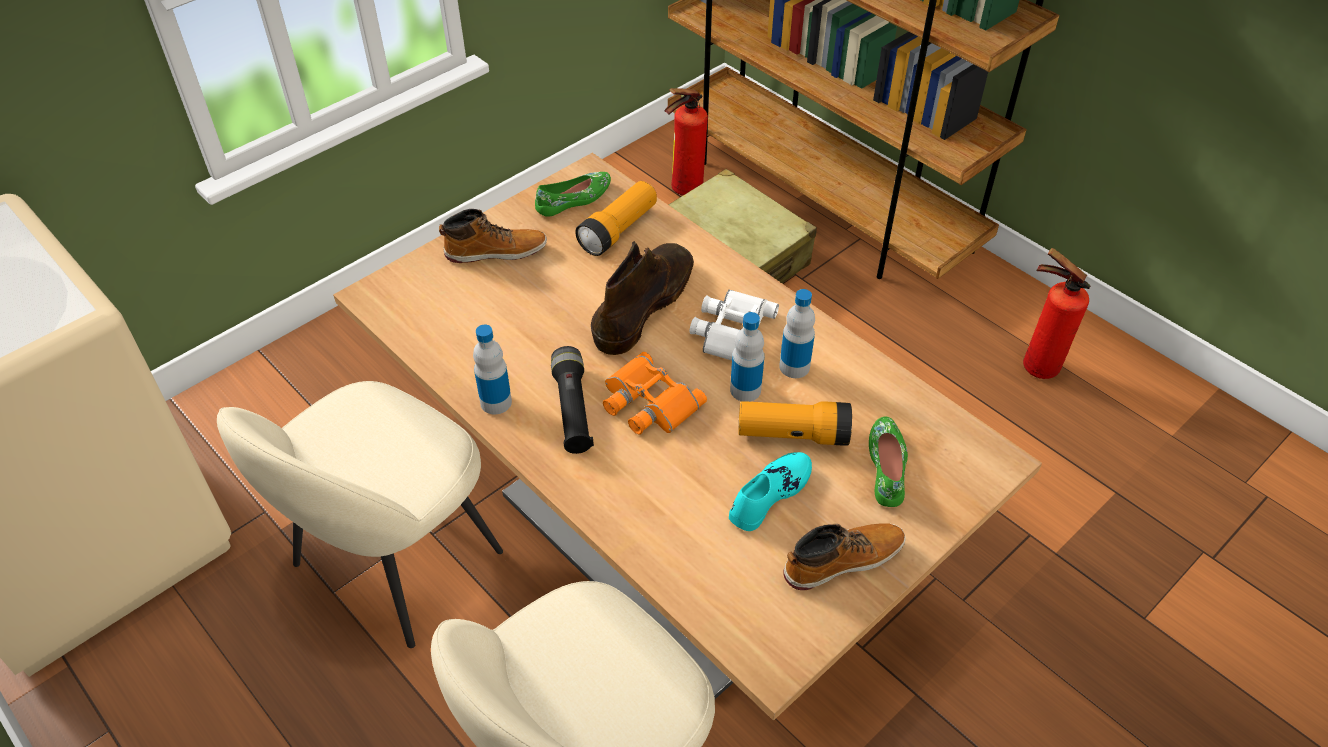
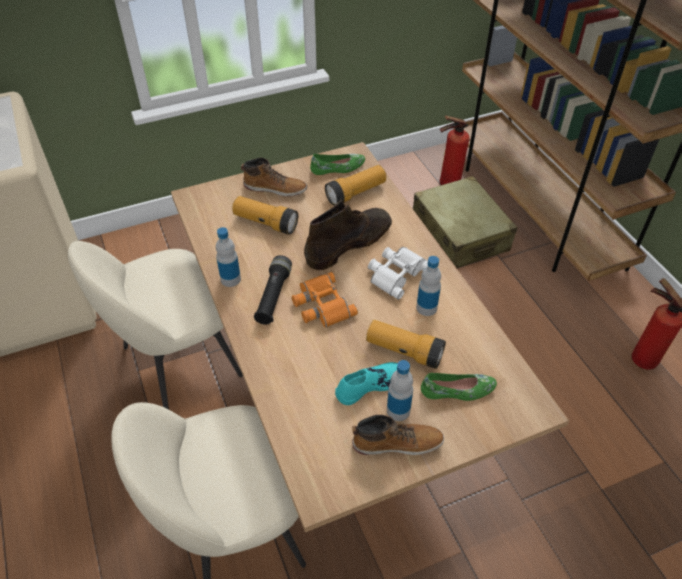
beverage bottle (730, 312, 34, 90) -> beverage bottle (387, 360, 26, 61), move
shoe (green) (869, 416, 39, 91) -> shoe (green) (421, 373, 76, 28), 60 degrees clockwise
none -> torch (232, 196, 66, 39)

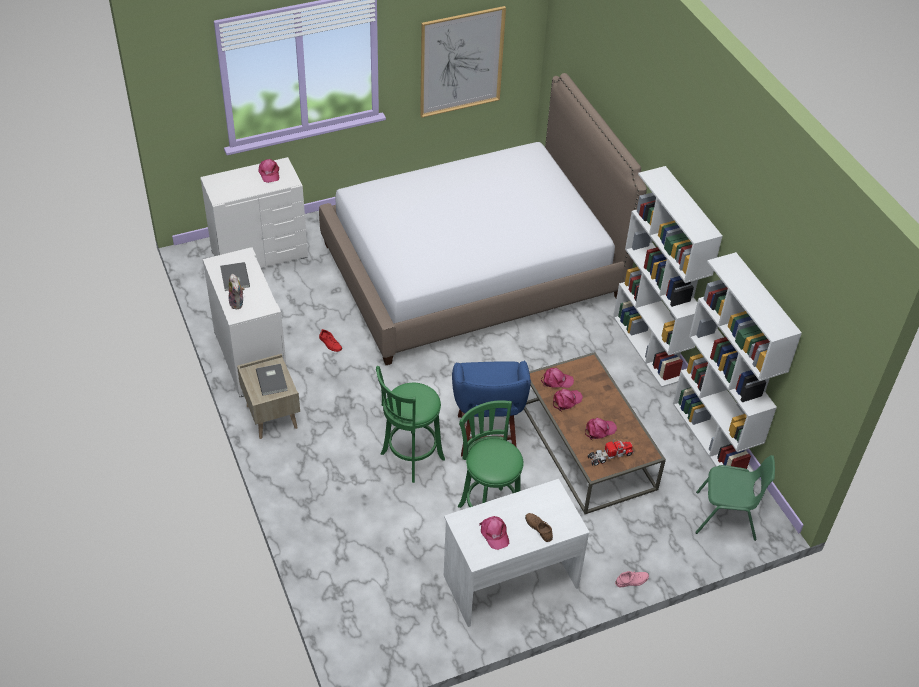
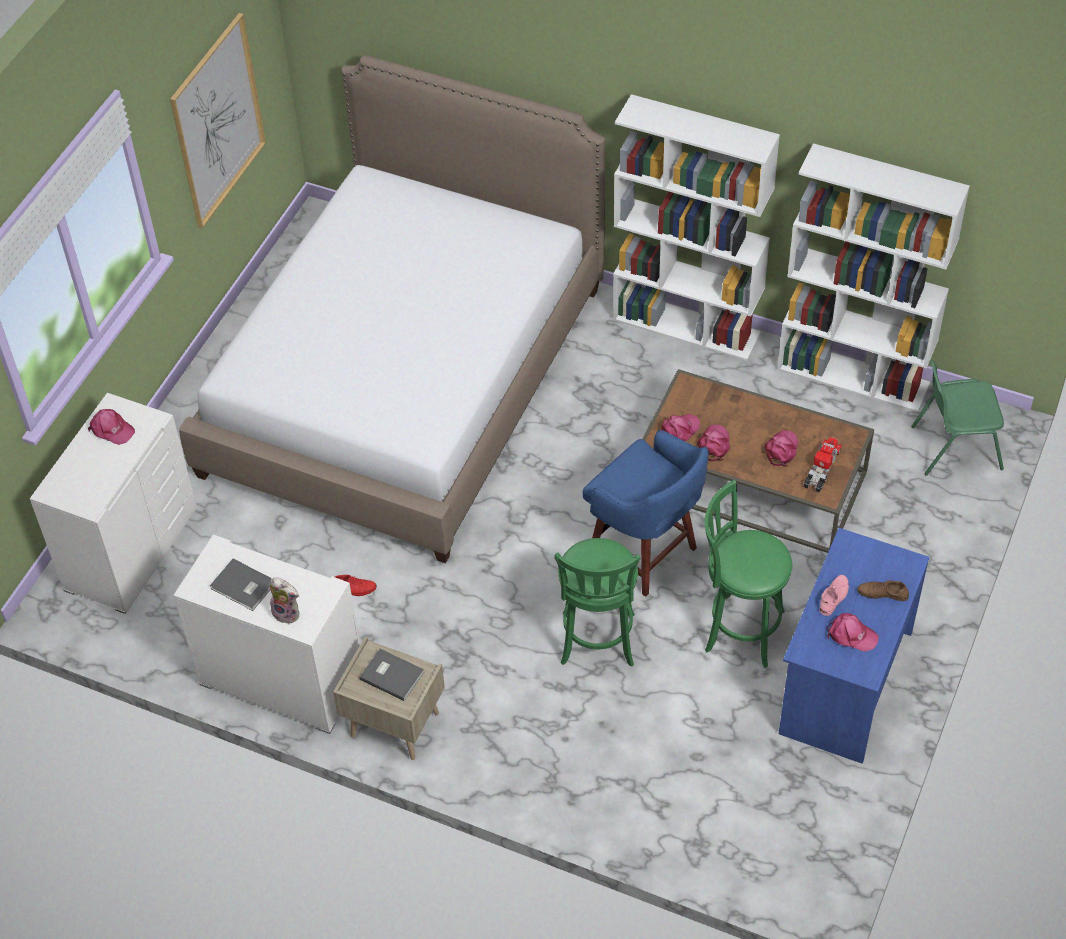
desk table (whitish) (444, 479, 146, 148) -> desk table (blue) (779, 528, 151, 236)
shoe (pinkish) (615, 571, 34, 16) -> shoe (pinkish) (819, 575, 30, 41), move
chair (green) (695, 455, 80, 86) -> chair (green) (911, 361, 93, 115), 150 degrees counterclockwise

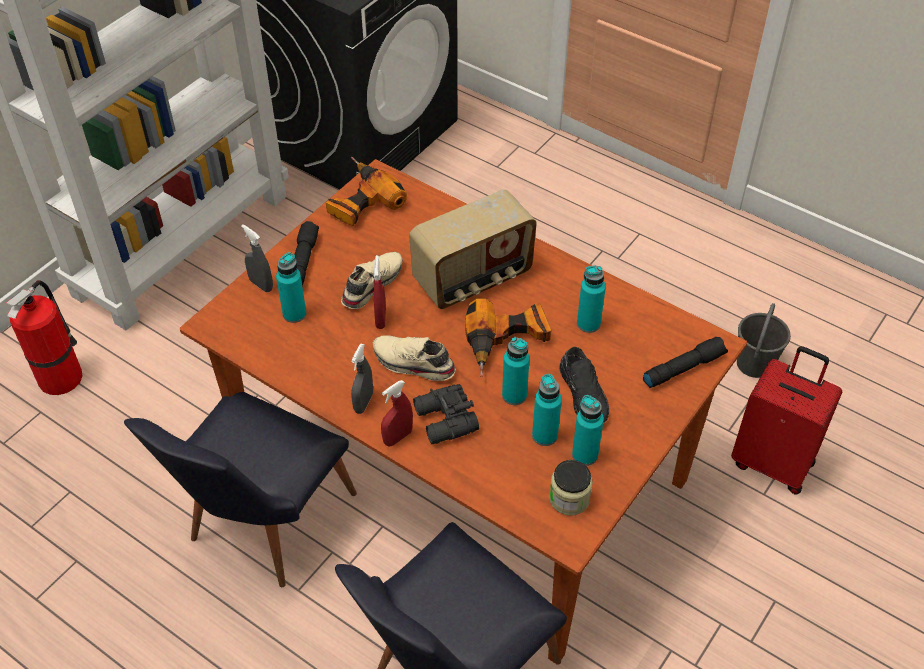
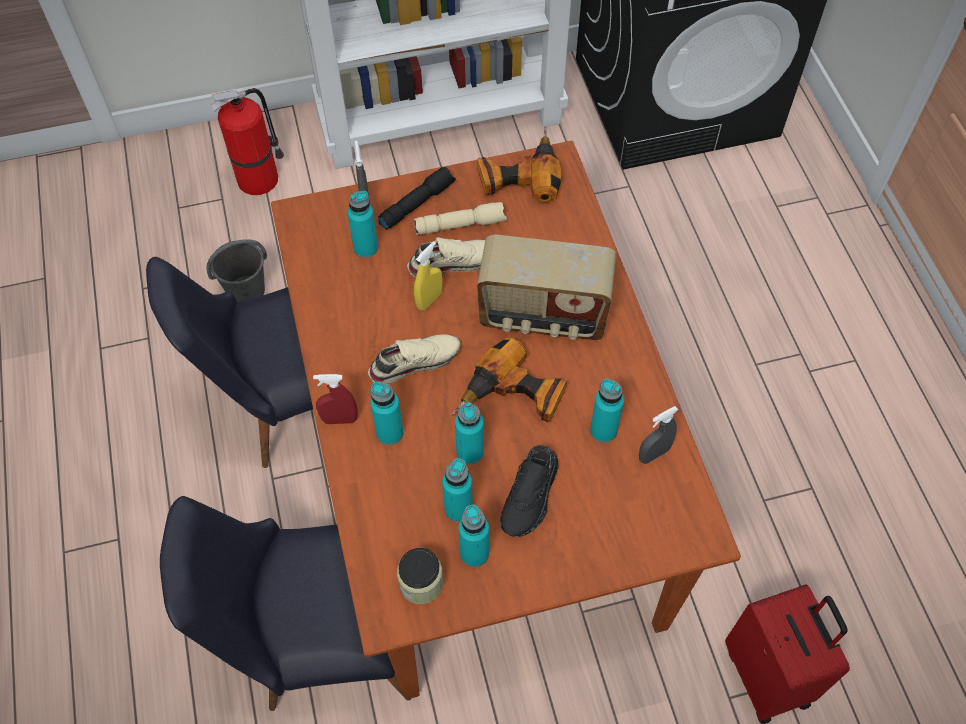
spray bottle (grey) (351, 344, 22, 70) -> spray bottle (grey) (639, 406, 39, 58), move
shoe (beige-coloured) (373, 336, 83, 45) -> shoe (beige-coloured) (368, 334, 92, 50), 90 degrees clockwise
spray bottle (red) (374, 255, 12, 74) -> spray bottle (yellowish) (414, 241, 29, 69)
binoculars (black) (413, 384, 66, 60) -> beverage bottle (turquoise) (370, 382, 34, 63)
torch (black) (643, 337, 85, 51) -> none
pail (grey) (737, 303, 54, 75) -> pail (grey) (206, 239, 61, 64), move
none -> torch (beige-coloured) (414, 202, 93, 33)

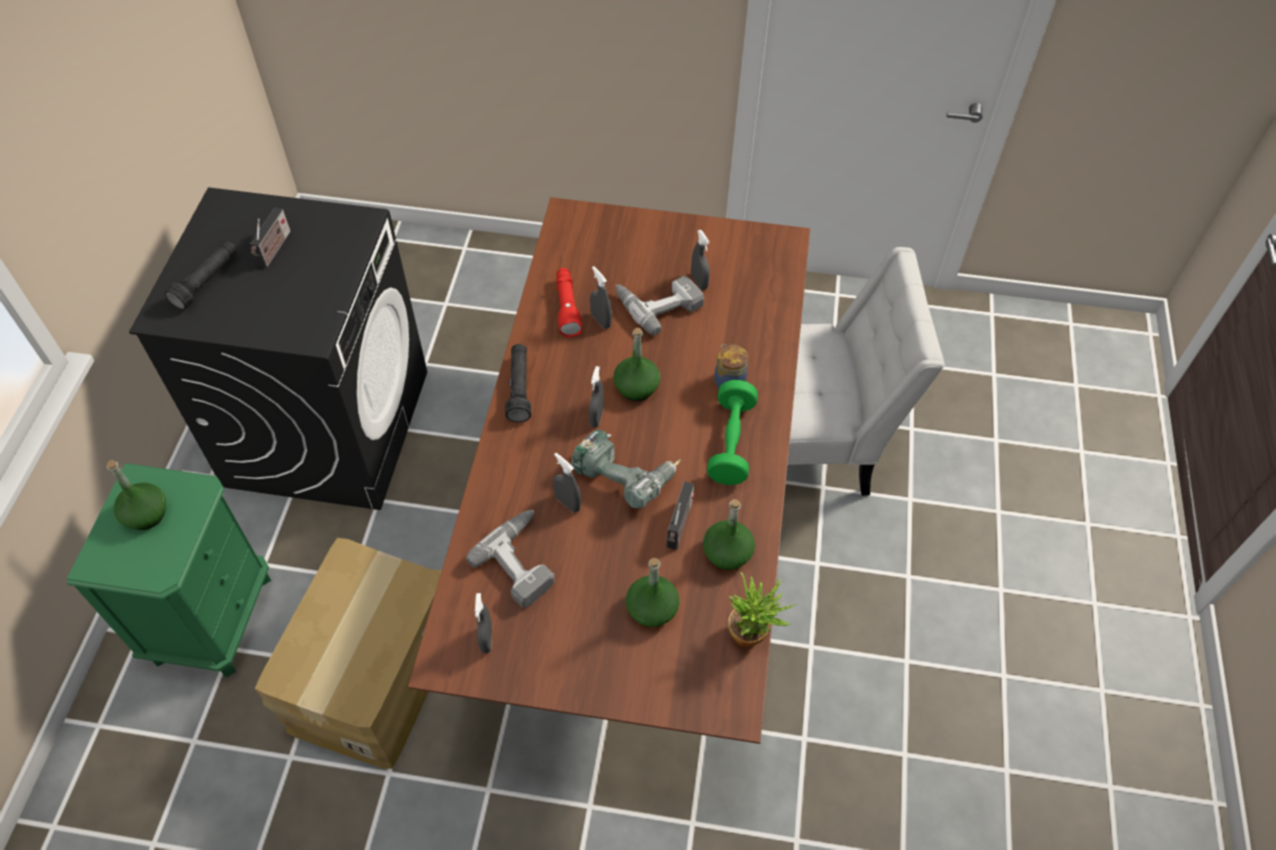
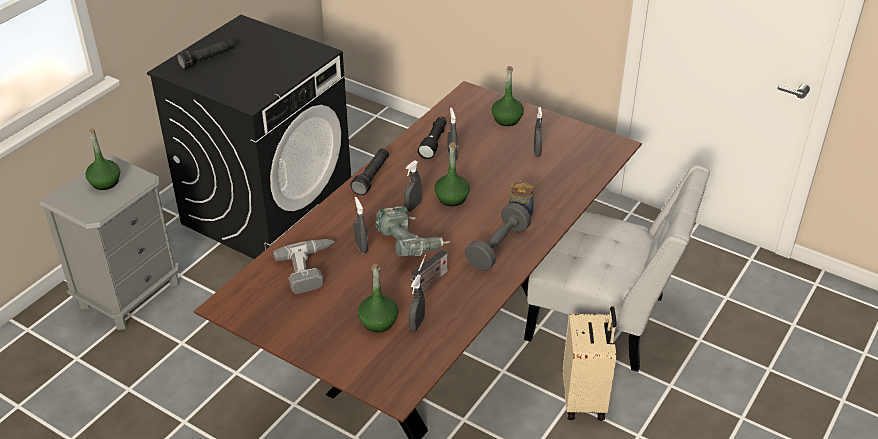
bedside table (green) (67, 463, 204, 214) -> bedside table (grey) (40, 154, 139, 176)
radio set (250, 207, 41, 60) -> none
cardboard box (255, 538, 187, 231) -> none
spray bottle (grey) (475, 593, 17, 61) -> spray bottle (grey) (409, 275, 16, 56), move
torch (red) (556, 268, 27, 70) -> torch (black) (418, 117, 29, 42)
power drill (615, 276, 89, 59) -> none
beverage bottle (green) (703, 499, 52, 71) -> beverage bottle (green) (492, 66, 32, 60), move
hand weight (green) (707, 380, 51, 105) -> hand weight (grey) (465, 203, 66, 68)
potted plant (728, 572, 69, 75) -> none
none -> travel case (beige-coloured) (563, 306, 53, 115)

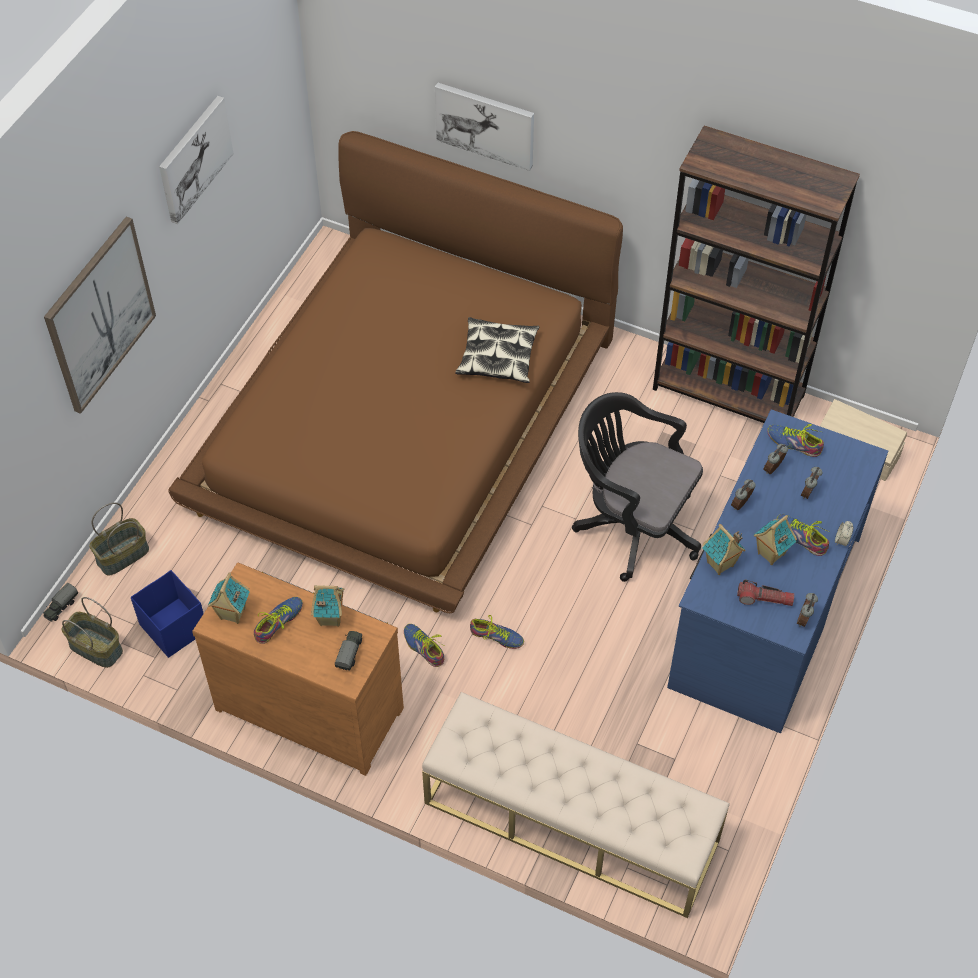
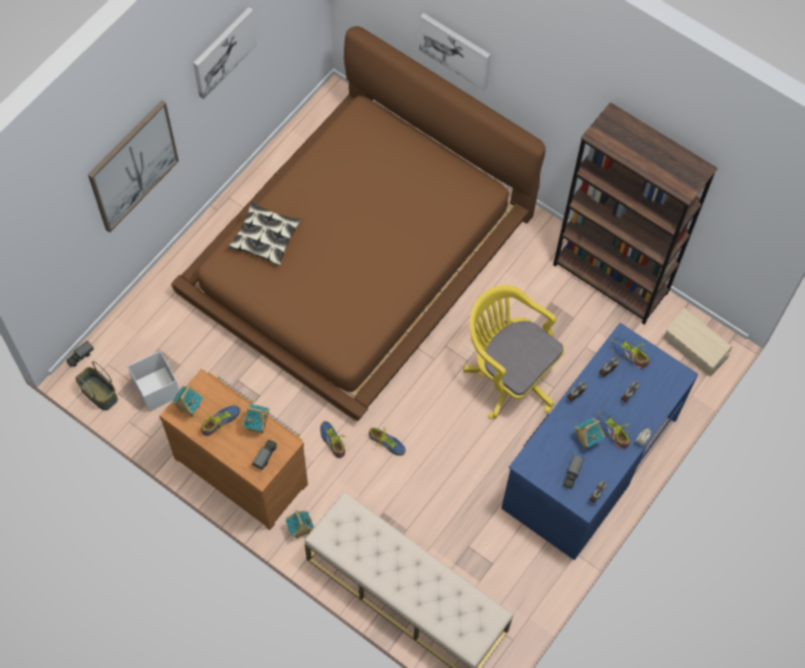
household basket (89, 502, 60, 74) -> none
storage container (blue) (131, 570, 73, 88) -> storage container (whitish) (128, 351, 51, 61)
cushion (455, 317, 84, 66) -> cushion (228, 202, 74, 64), move
desk chair (black) (572, 392, 131, 190) -> desk chair (yellowish) (463, 285, 102, 134)
toy house (702, 524, 44, 51) -> toy house (286, 510, 28, 29), move
torch (737, 580, 58, 26) -> toy truck (563, 455, 21, 34)

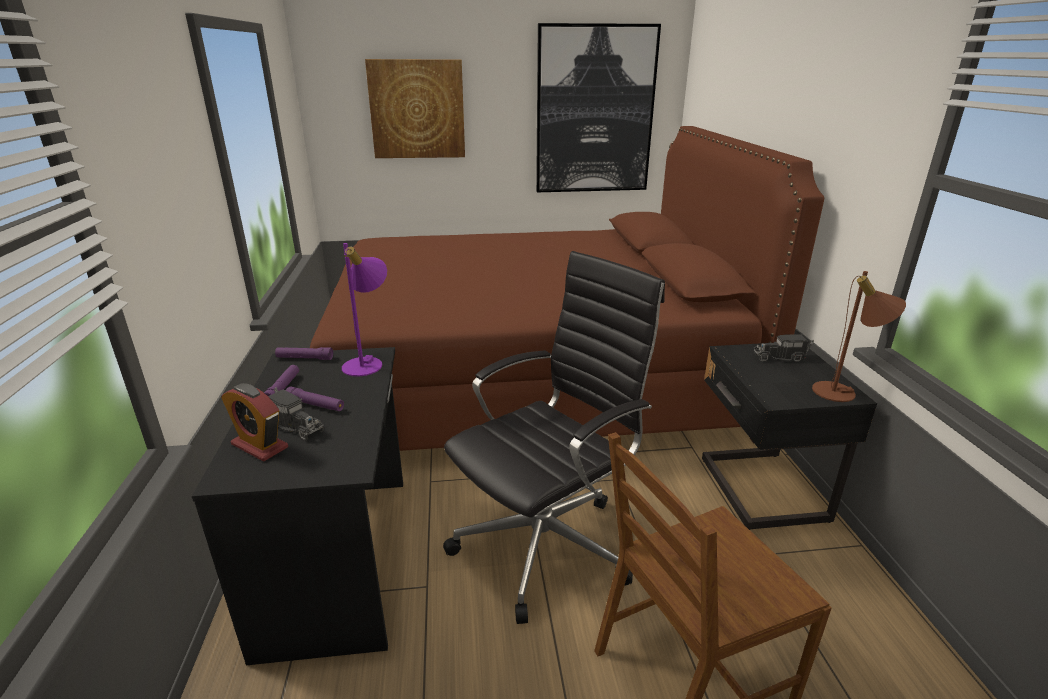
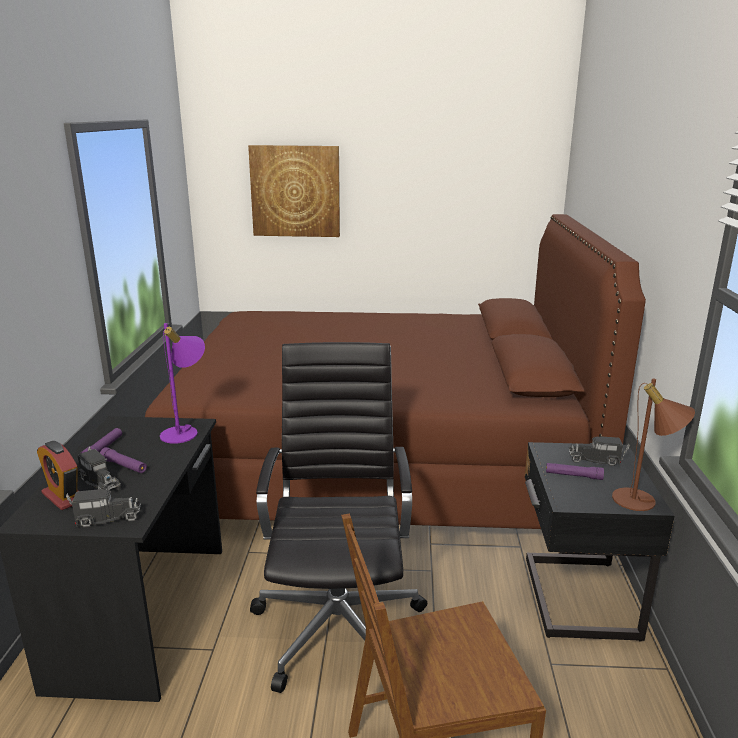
torch (purplish) (275, 347, 58, 13) -> torch (purplish) (546, 463, 58, 17), move
desk chair (black) (443, 251, 222, 373) -> desk chair (black) (250, 342, 177, 351), 60 degrees counterclockwise
picture (536, 23, 125, 169) -> none
none -> toy truck (66, 489, 75, 39)

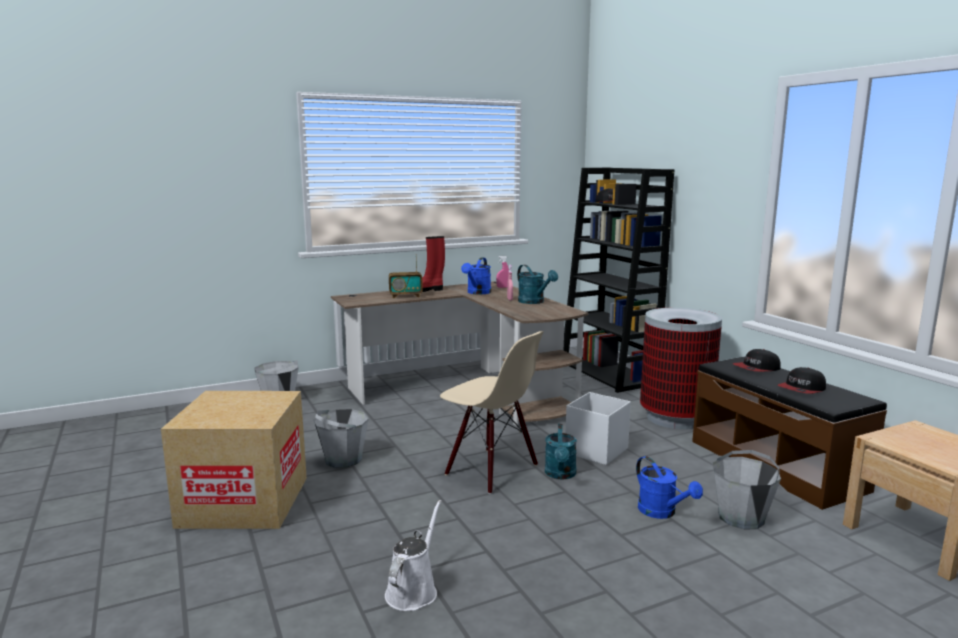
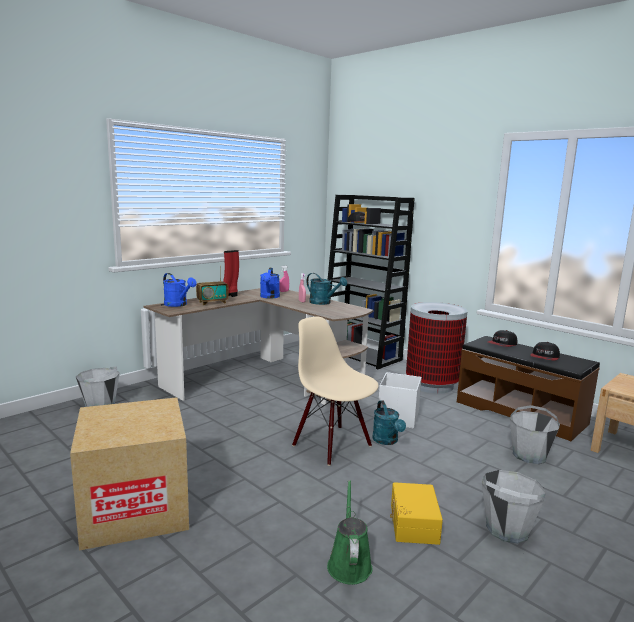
pail (grey) (314, 409, 55, 59) -> pail (grey) (482, 470, 64, 74), move
sprinkling can (whitish) (385, 500, 56, 111) -> sprinkling can (green) (327, 480, 46, 105)
chair (beige-coloured) (440, 331, 104, 163) -> chair (beige-coloured) (292, 317, 87, 149), 150 degrees counterclockwise
sprinkling can (blue) (636, 456, 67, 63) -> sprinkling can (blue) (163, 273, 34, 34), move
none -> storage container (yellowish) (390, 482, 53, 63)

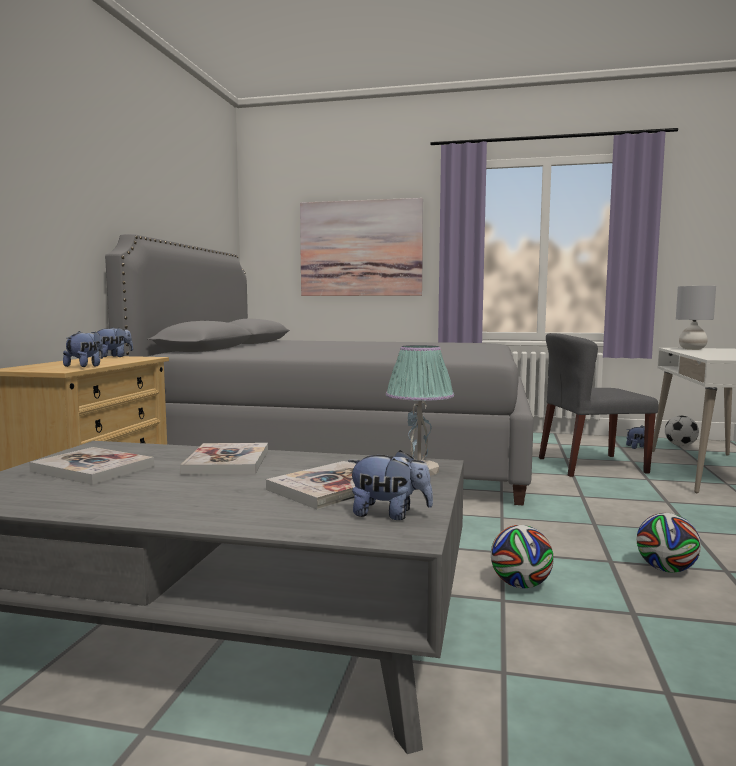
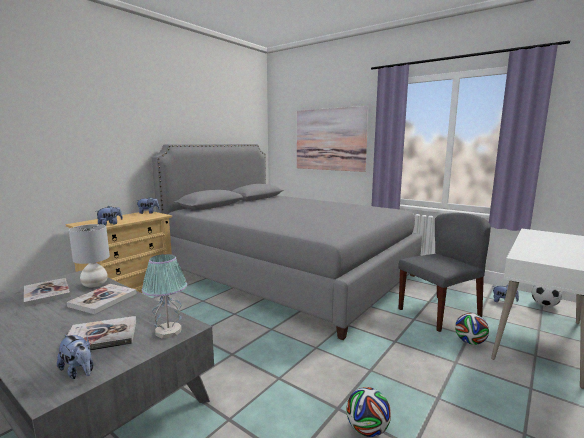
football (491, 525, 63, 63) -> football (455, 313, 34, 32), move
chair (grey) (539, 333, 120, 144) -> chair (grey) (398, 213, 93, 119), 135 degrees clockwise
lamp for a table (grey) (676, 286, 40, 64) -> lamp for a table (grey) (69, 224, 41, 63), move

